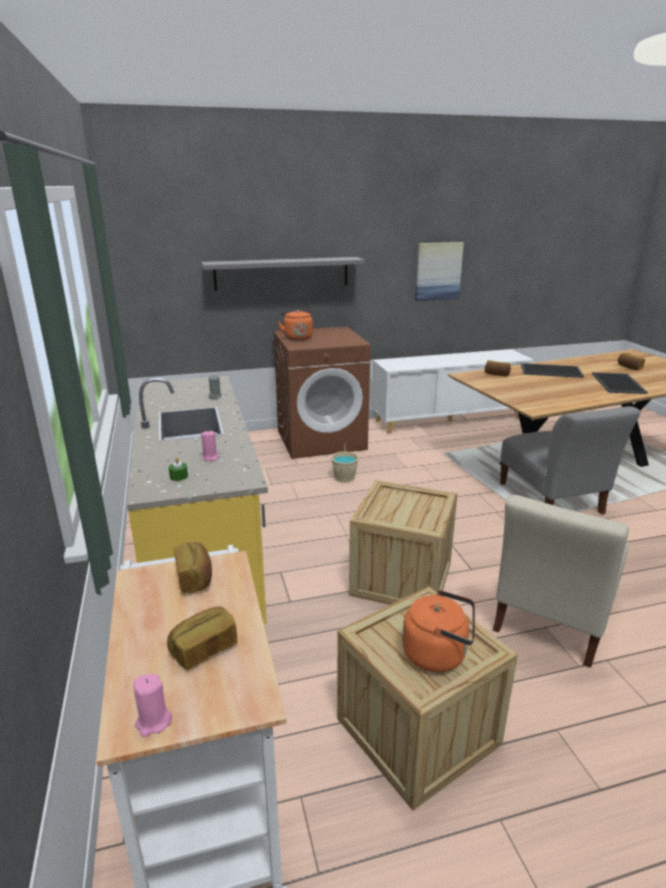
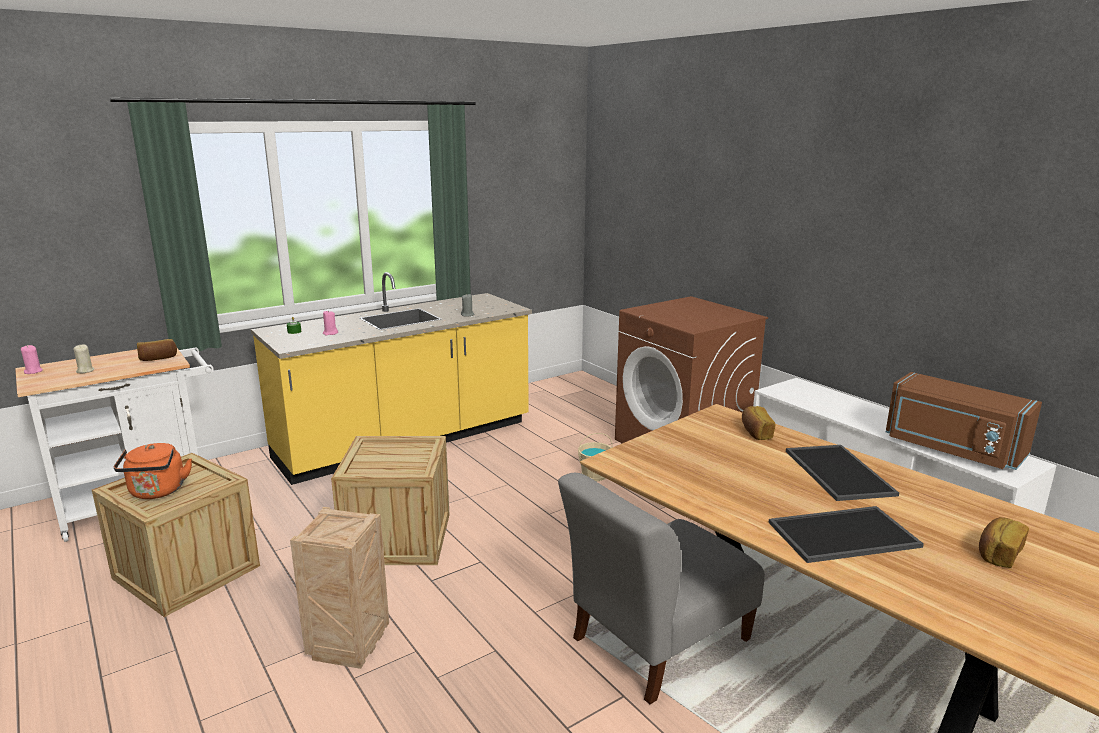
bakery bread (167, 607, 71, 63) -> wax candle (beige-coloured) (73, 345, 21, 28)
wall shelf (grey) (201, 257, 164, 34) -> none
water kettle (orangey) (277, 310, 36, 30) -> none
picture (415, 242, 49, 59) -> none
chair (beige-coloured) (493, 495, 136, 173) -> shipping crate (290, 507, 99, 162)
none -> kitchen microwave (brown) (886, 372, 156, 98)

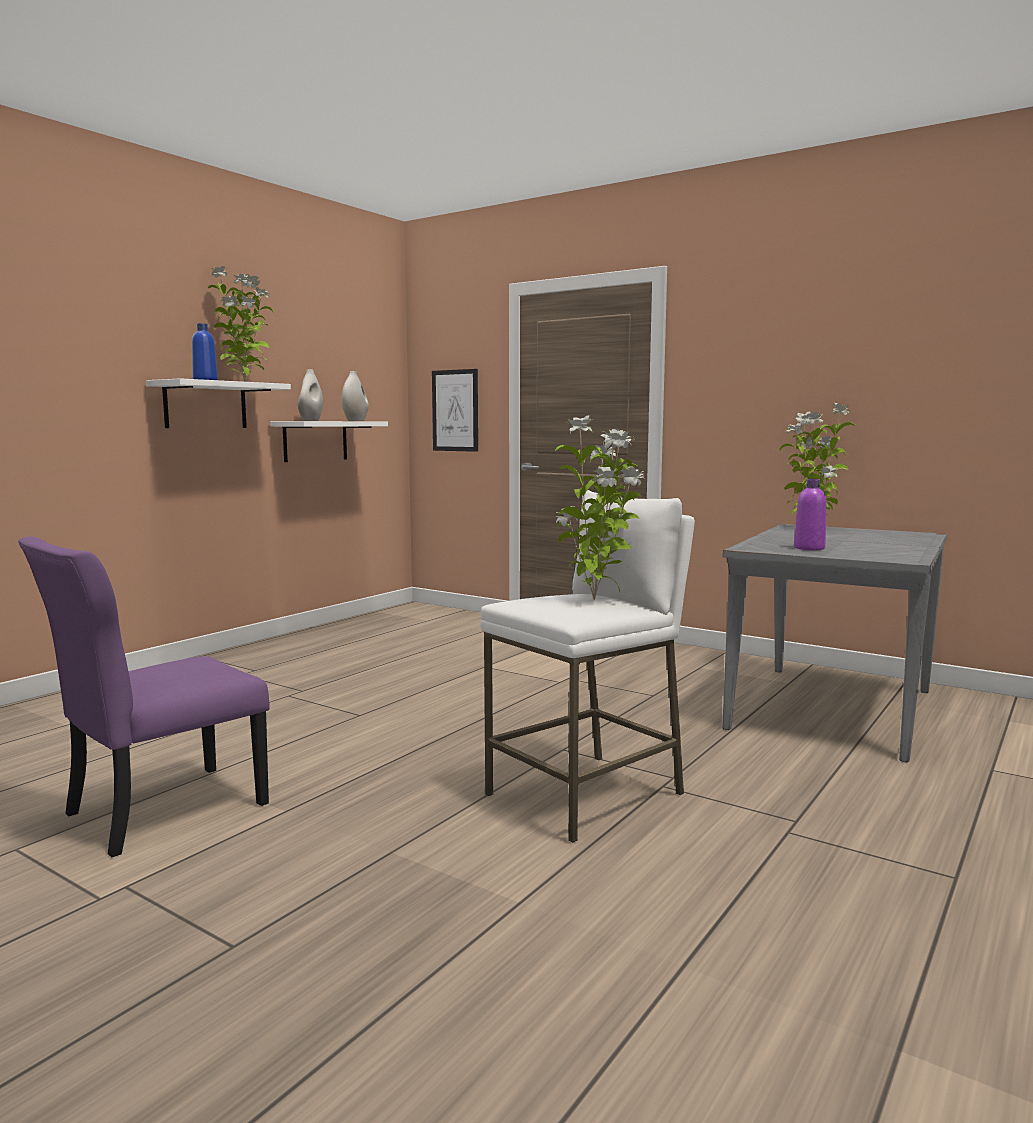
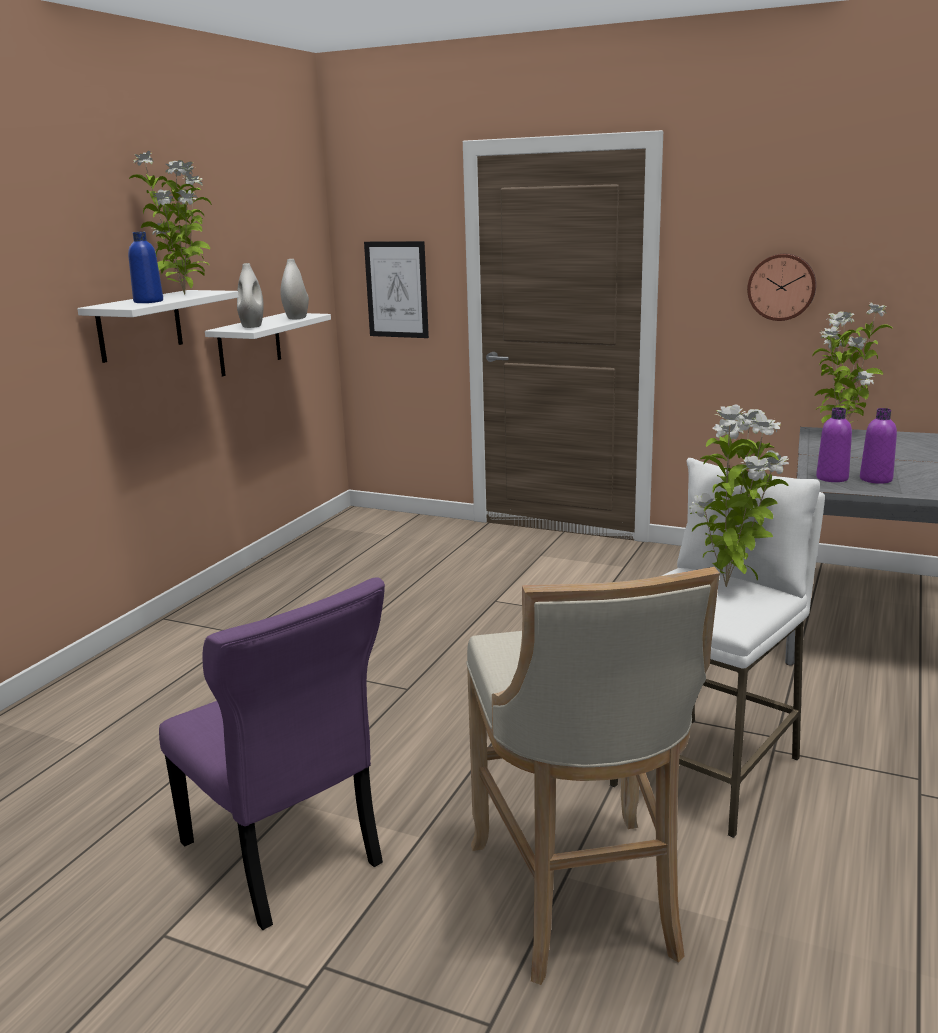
chair (purplish) (18, 537, 252, 321) -> chair (purplish) (159, 577, 226, 353), 75 degrees counterclockwise
none -> sitting stool (beige-coloured) (466, 567, 254, 418)
none -> wall clock (747, 254, 69, 67)
none -> beverage bottle (purplish) (816, 407, 36, 75)

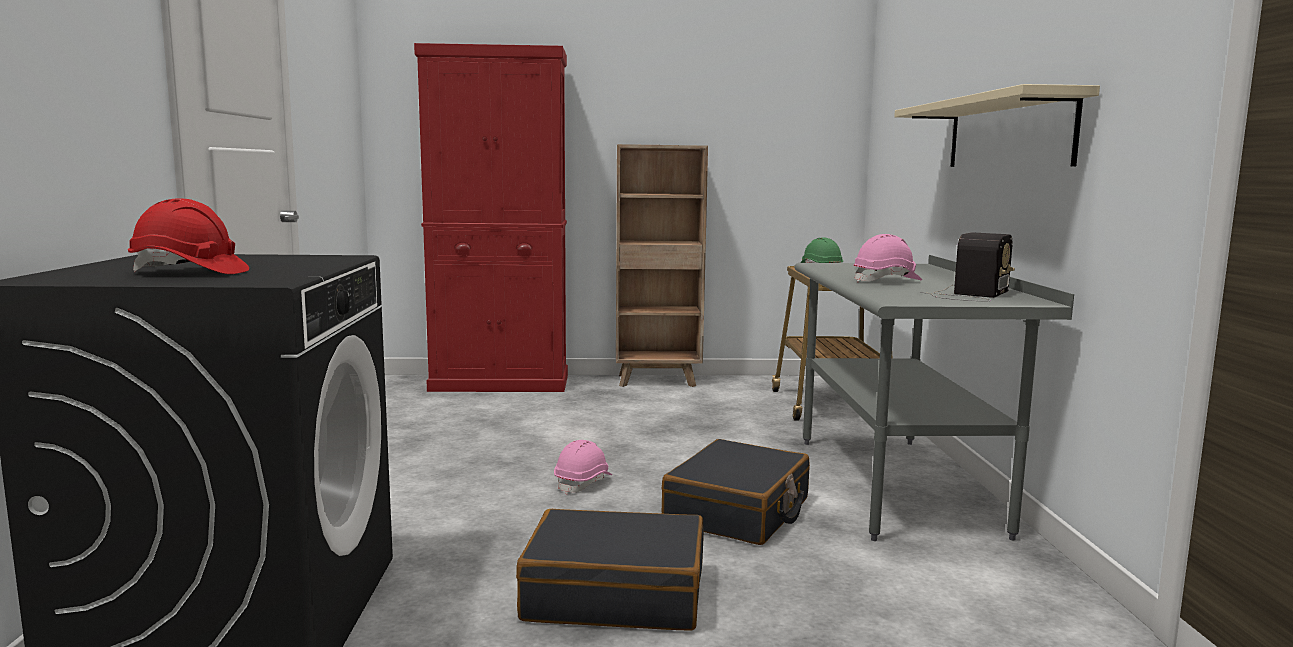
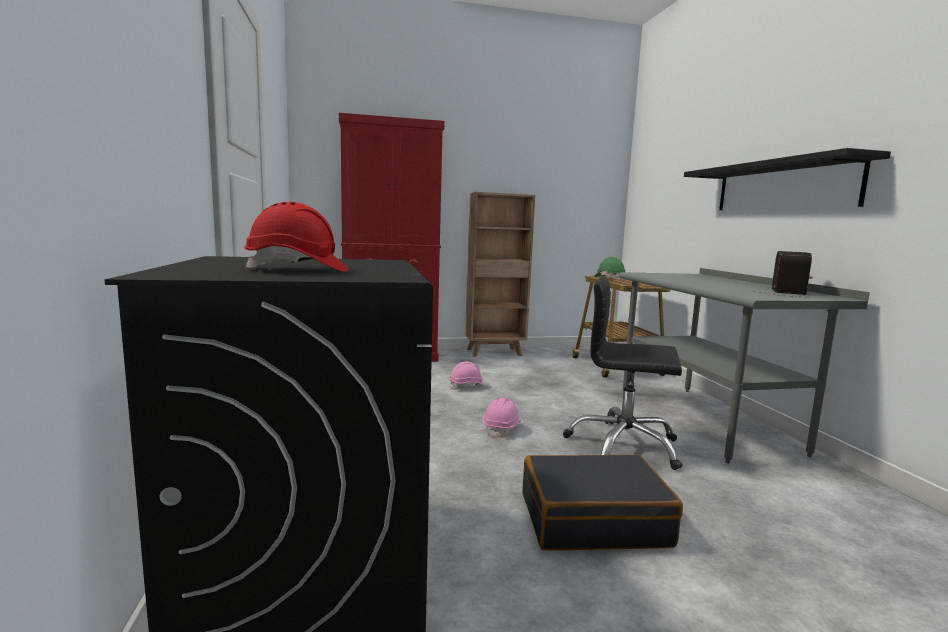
travel case (black) (662, 439, 148, 106) -> desk chair (black) (563, 276, 119, 194)
hard hat (pinkish) (853, 234, 69, 48) -> hard hat (pinkish) (449, 362, 37, 28), move
wall shelf (beige-coloured) (894, 84, 206, 83) -> wall shelf (black) (684, 148, 207, 62)

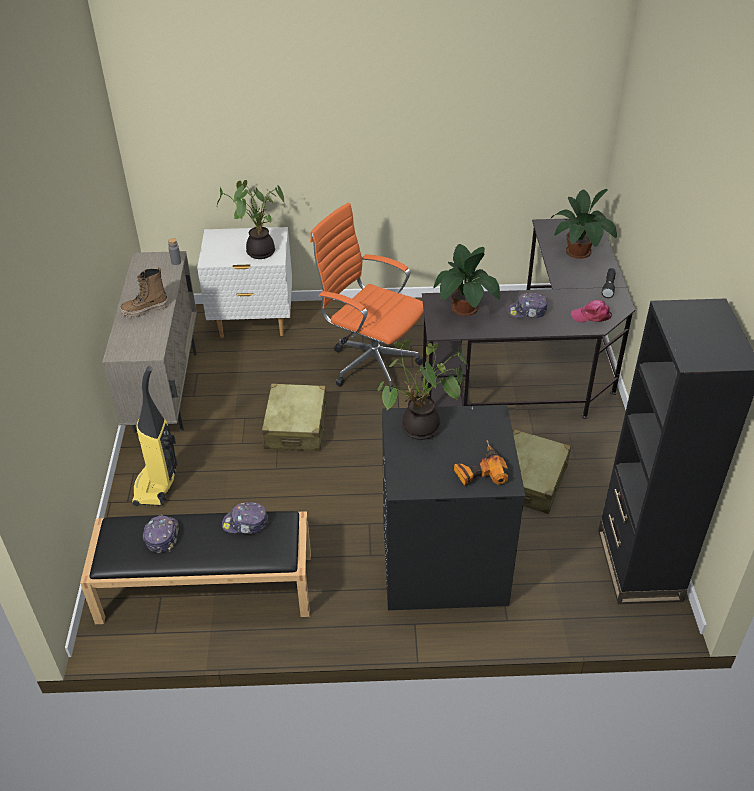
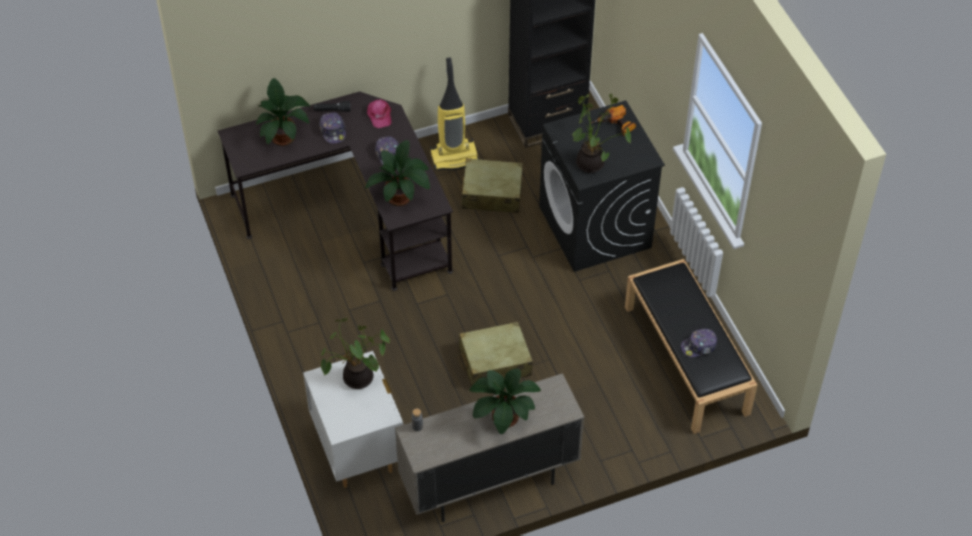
high-top boot (120, 267, 49, 51) -> potted plant (469, 368, 72, 66)
vacuum cleaner (132, 366, 46, 140) -> vacuum cleaner (430, 58, 49, 113), move
baseball cap (222, 502, 46, 32) -> baseball cap (319, 113, 27, 31), move
desk chair (orangey) (310, 203, 114, 189) -> none

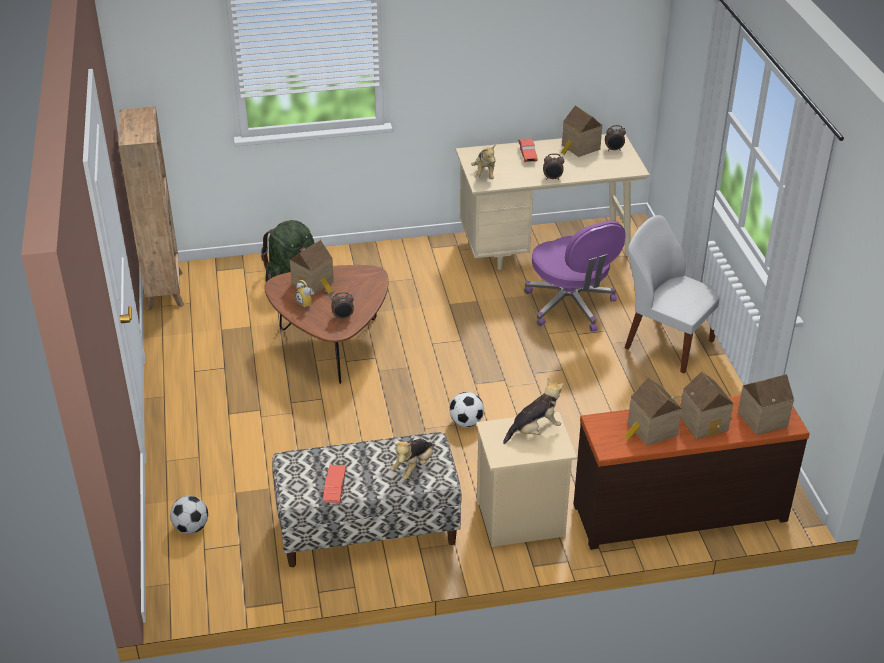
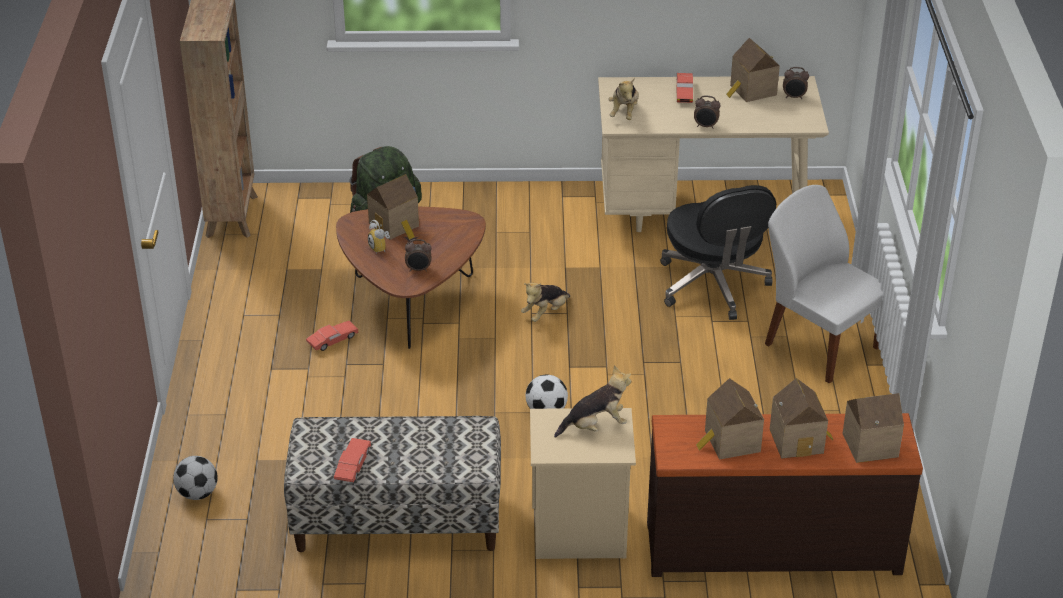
cuddly toy (390, 439, 44, 41) -> cuddly toy (521, 283, 49, 39), move
desk chair (purplish) (524, 220, 101, 112) -> desk chair (black) (660, 185, 116, 135)
none -> toy car (red) (306, 321, 52, 30)

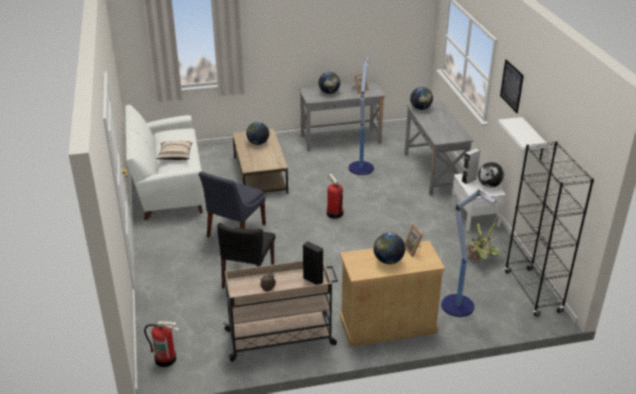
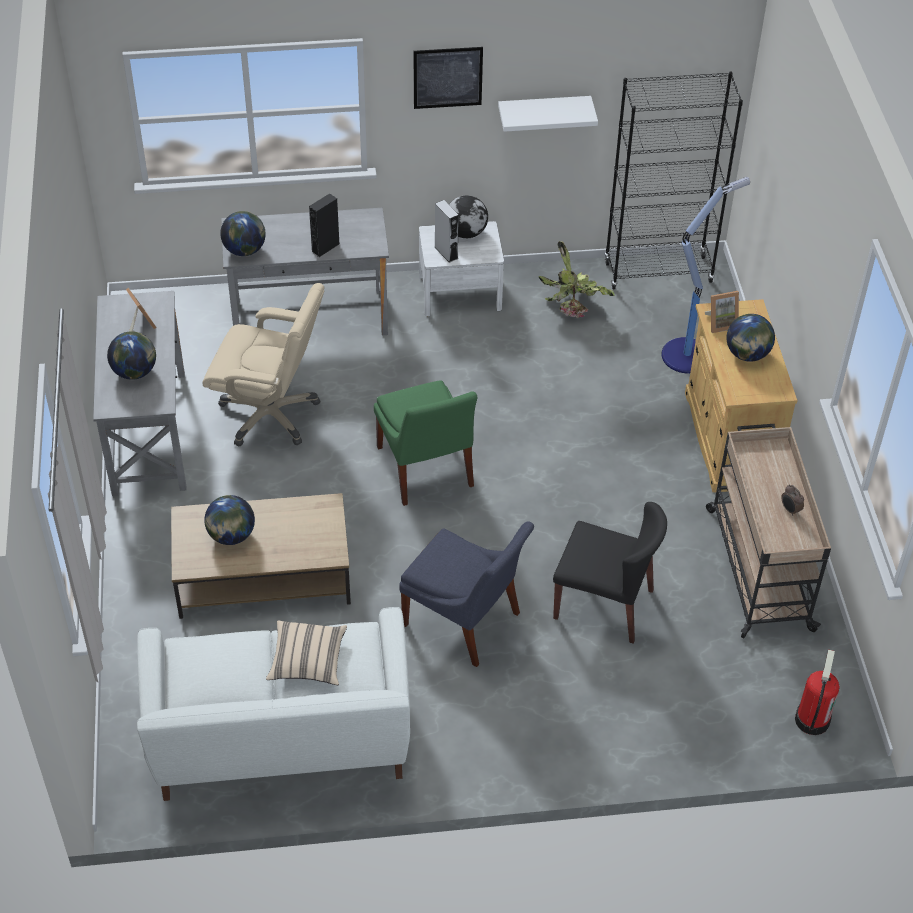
audio speaker (black) (303, 241, 20, 44) -> audio speaker (black) (309, 193, 31, 64), move
fire-fighting cylinder (327, 173, 16, 46) -> chair (green) (374, 380, 104, 126)
standing lamp (348, 58, 26, 117) -> desk chair (beige-coloured) (202, 283, 123, 163)

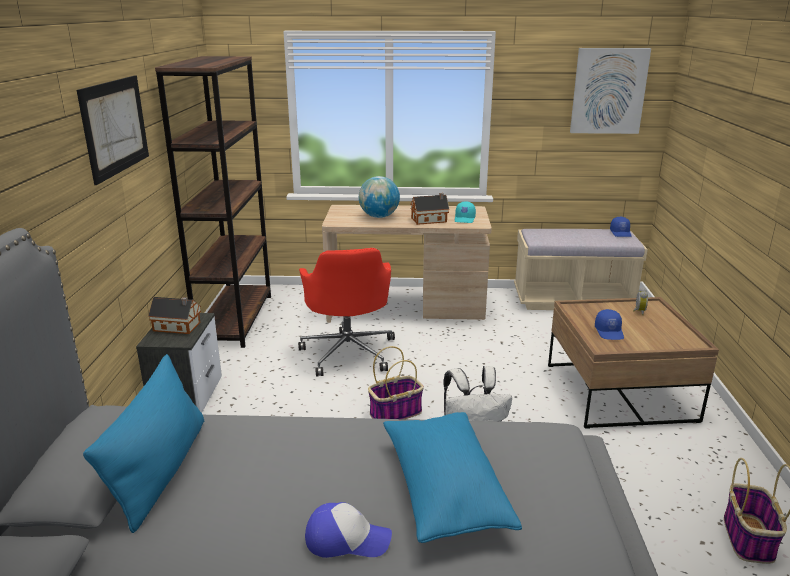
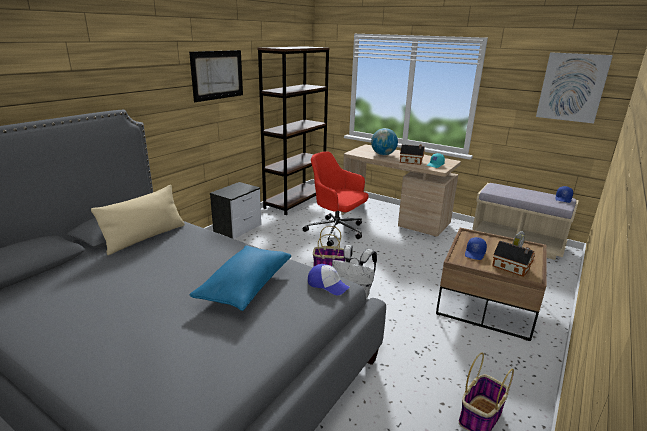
cushion (blue) (83, 354, 121, 179) -> cushion (beige-coloured) (91, 185, 94, 70)
toy house (148, 297, 53, 37) -> toy house (492, 241, 43, 36), move
desk chair (red) (298, 248, 97, 129) -> desk chair (red) (302, 151, 67, 95), 105 degrees clockwise
baseball cap (305, 502, 87, 56) -> baseball cap (308, 264, 42, 31), move

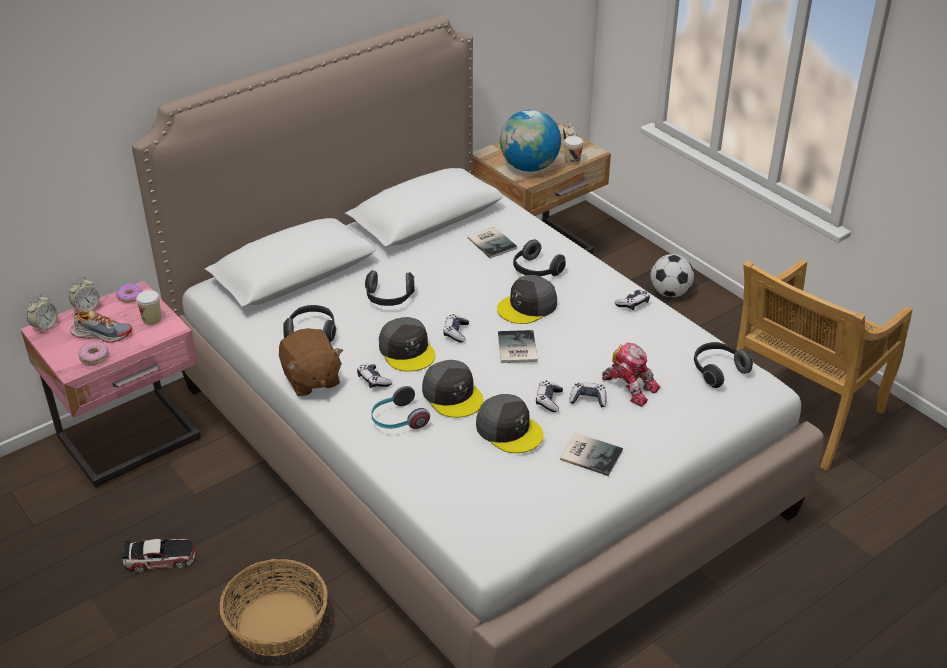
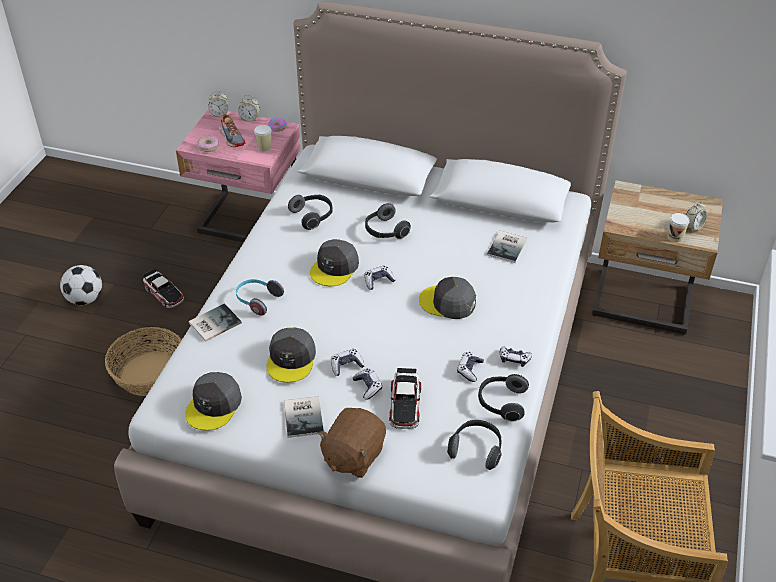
cuddly toy (brown) (279, 328, 64, 68) -> cuddly toy (brown) (318, 408, 68, 70), move
gamepad (357, 364, 35, 24) -> gamepad (457, 352, 27, 30), move
baseball cap (grey) (422, 360, 62, 58) -> baseball cap (grey) (185, 372, 57, 59), move
bound book (498, 330, 40, 33) -> bound book (189, 303, 53, 39), move
world globe (500, 110, 61, 62) -> none
headphones (513, 239, 53, 37) -> headphones (478, 374, 51, 48), move
model robot (602, 343, 58, 64) -> toy car (389, 368, 32, 61)
football (650, 254, 44, 43) -> football (60, 265, 42, 40), move

